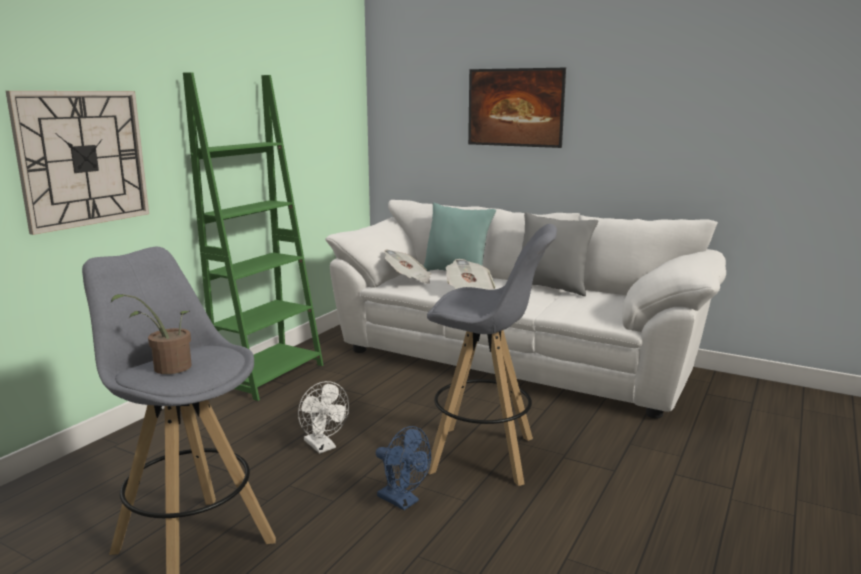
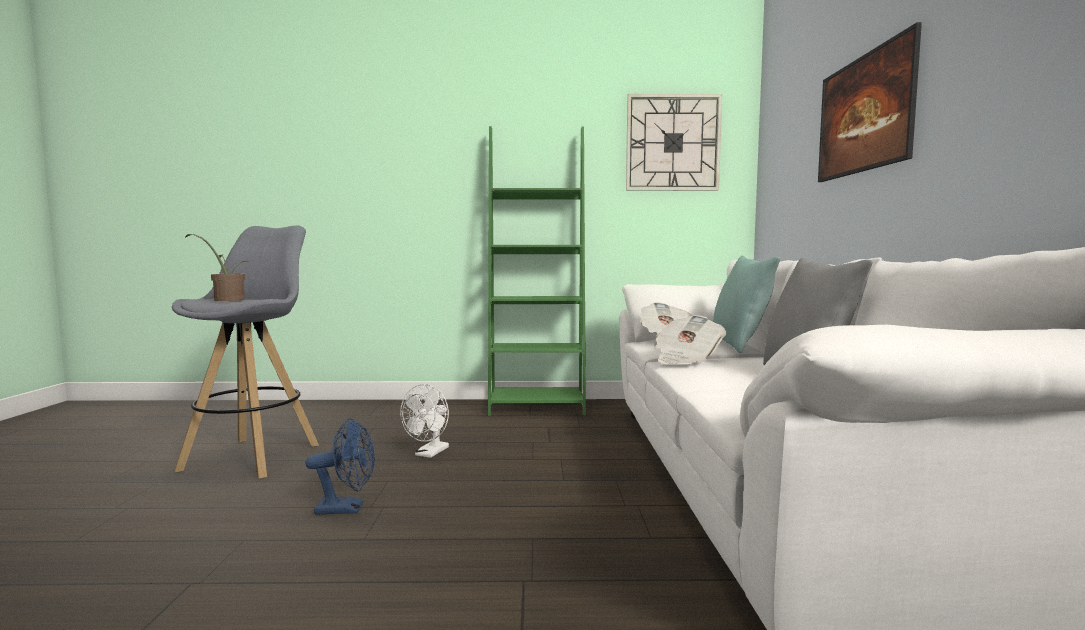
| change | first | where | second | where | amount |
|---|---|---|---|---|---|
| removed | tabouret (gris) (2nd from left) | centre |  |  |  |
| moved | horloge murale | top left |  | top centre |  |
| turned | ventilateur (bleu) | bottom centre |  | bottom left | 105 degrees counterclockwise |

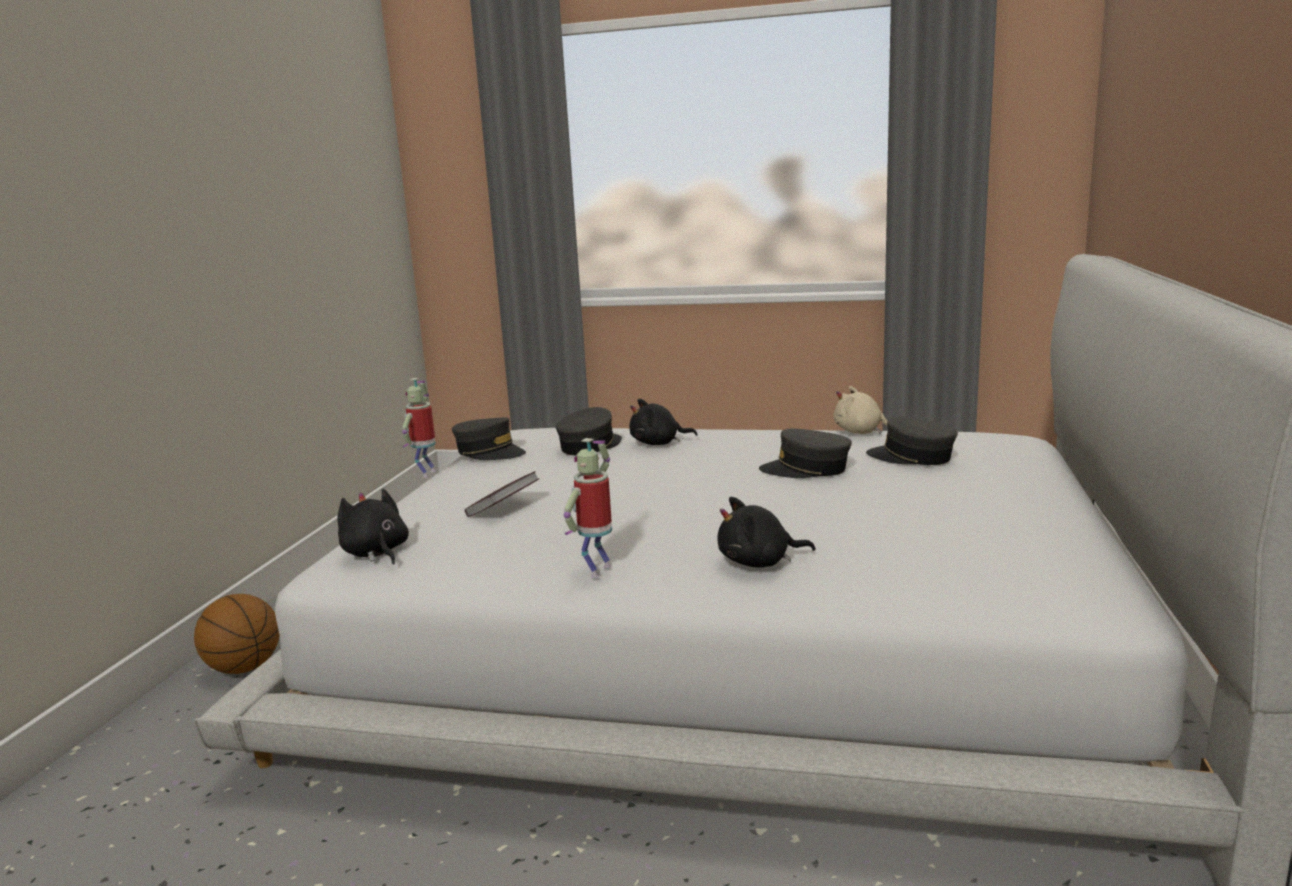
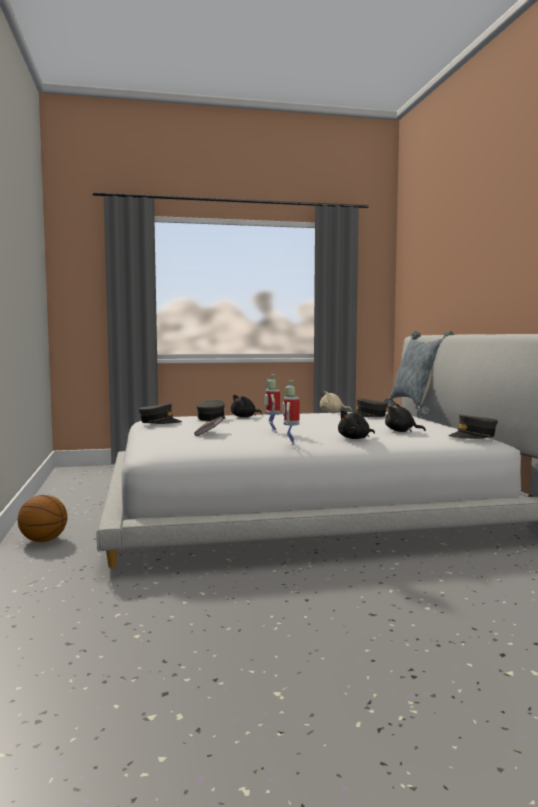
| change | first | where | second | where | amount |
|---|---|---|---|---|---|
| added |  |  | coussin | middle right |  |
| moved | peluche (noir) (1st from left in the first image) | middle left | peluche (noir) (3rd from left) | middle right |  |
| moved | robot jouet (1st from left) | middle left |  | centre |  |
| moved | casquette (gris) (3rd from left in the first image) | centre | casquette (gris) (4th from left) | middle right |  |

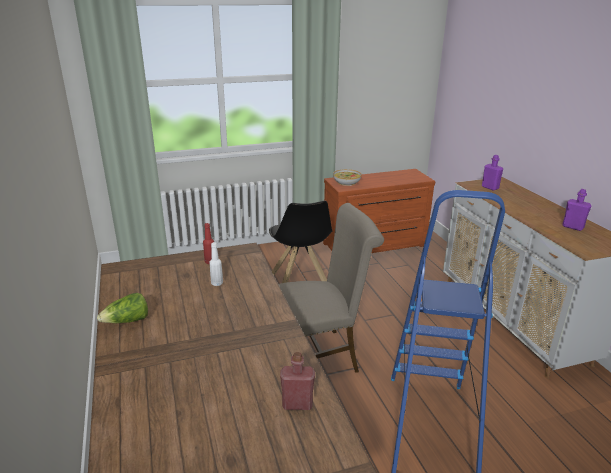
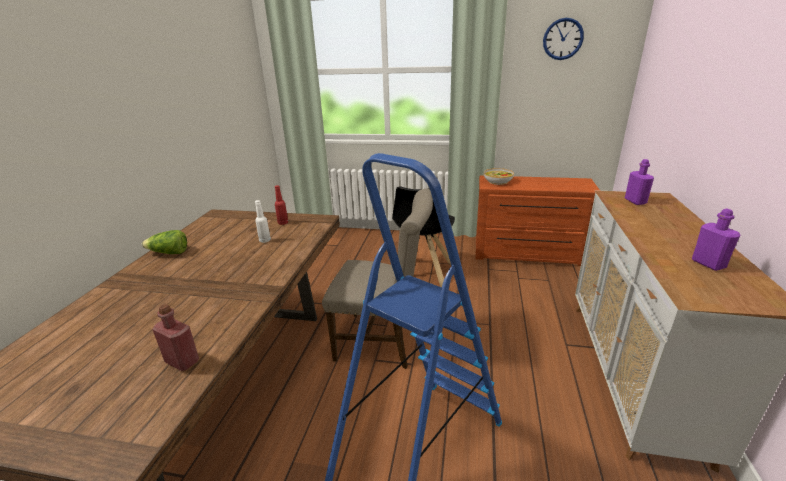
| change | first | where | second | where | amount |
|---|---|---|---|---|---|
| added |  |  | horloge murale | top right |  |

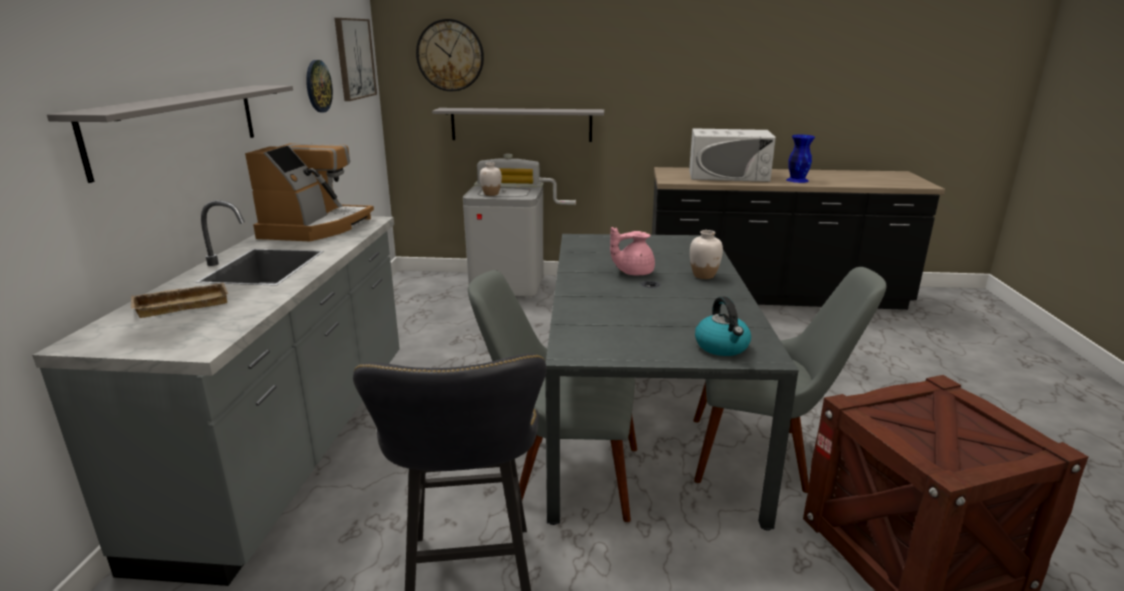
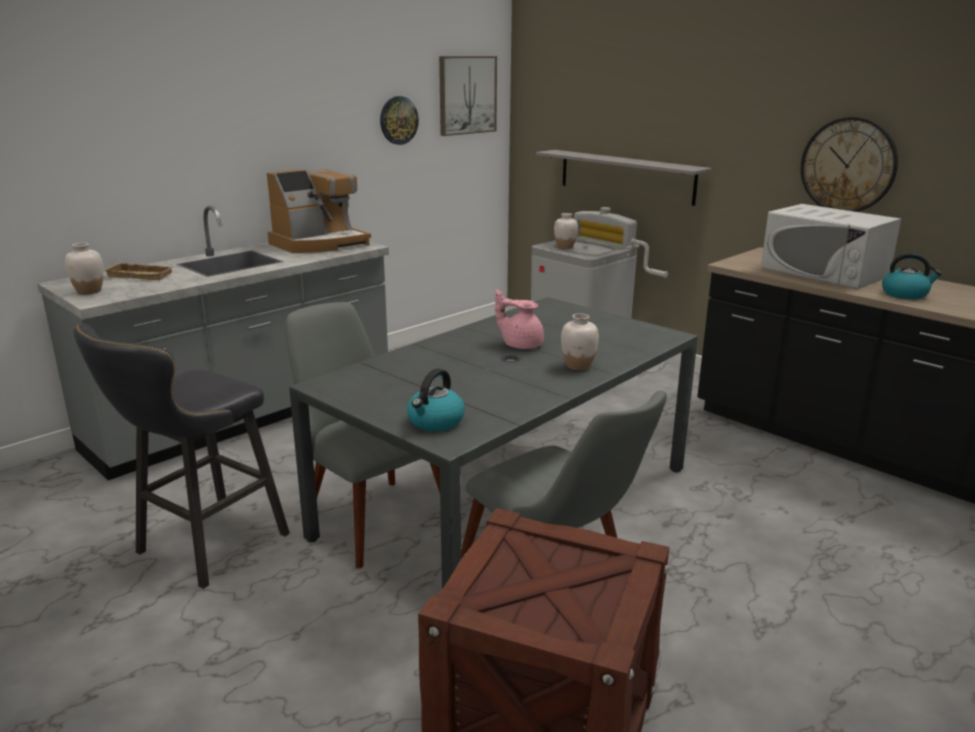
| change | first | where | second | where | amount |
|---|---|---|---|---|---|
| removed | étagère (gris) (1st from left) | top left |  |  |  |
| added |  |  | vase (blanc) (1st from left) | middle left |  |
| moved | horloge murale (2nd from left) | top centre |  | top right |  |
| replaced | vase (bleu) | top right | bouilloire (2nd from left) | middle right |  |

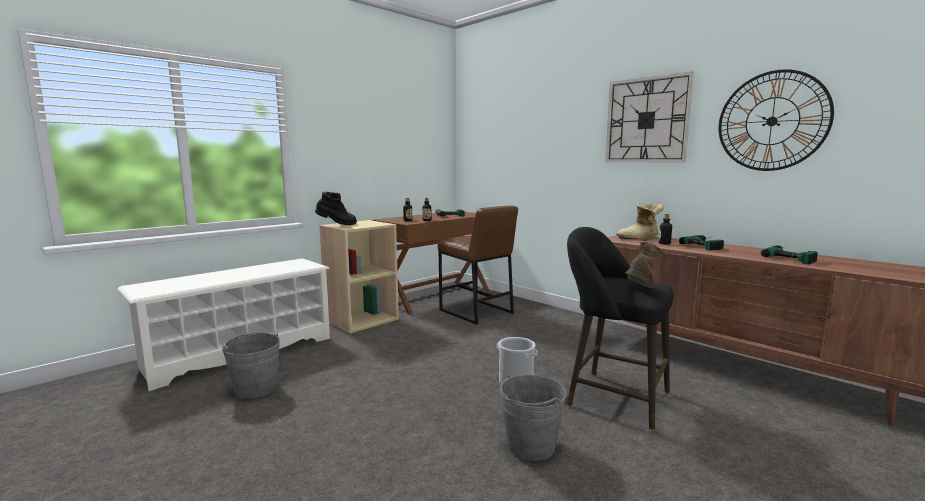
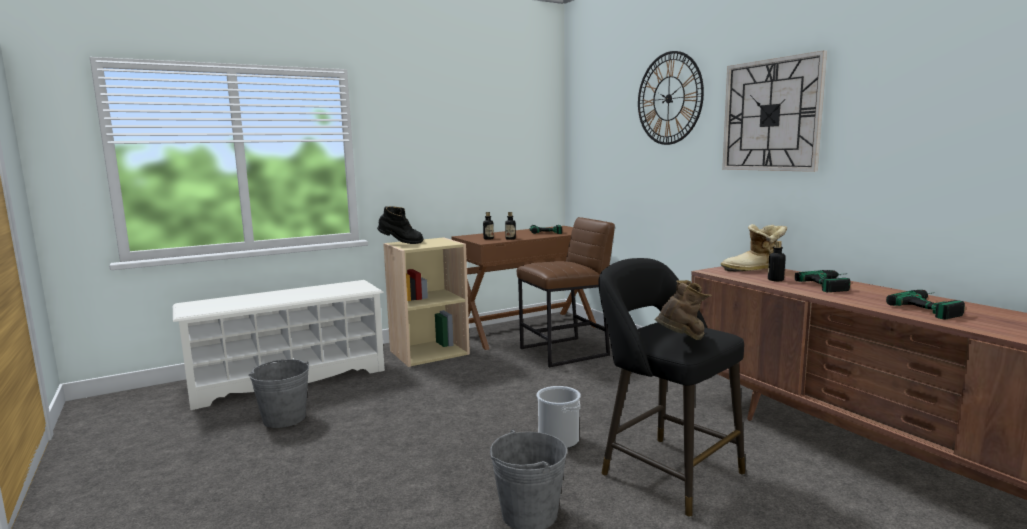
| change | first | where | second | where | amount |
|---|---|---|---|---|---|
| moved | horloge murale (2nd from left in the first image) | top right | horloge murale (1st from left) | top centre |  |
| turned | chaise (marron) | centre |  | centre | 90 degrees counterclockwise |

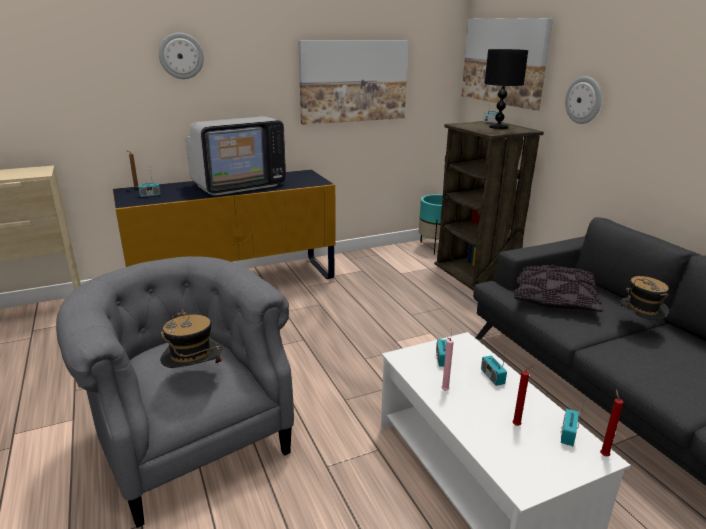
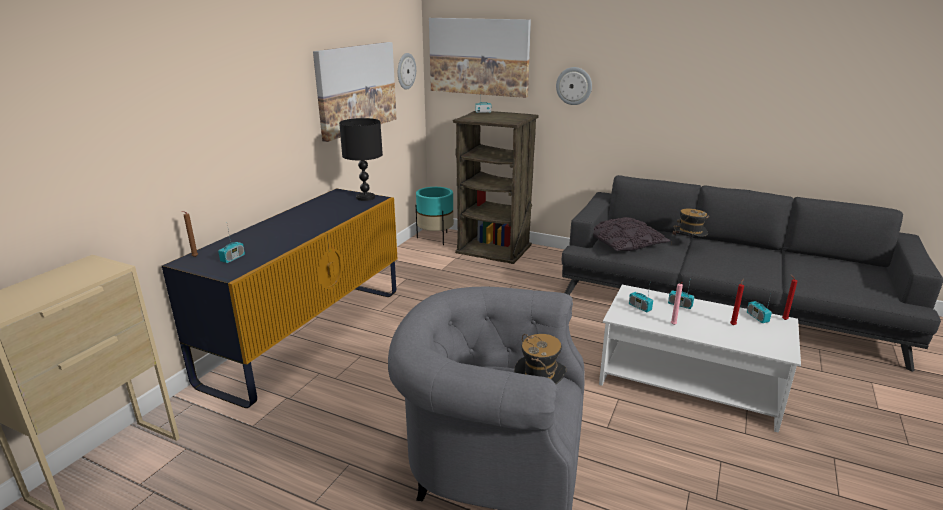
| change | first | where | second | where | amount |
|---|---|---|---|---|---|
| removed | téléviseur | top centre |  |  |  |
| moved | horloge murale (1st from left) | top left |  | top centre |  |
| moved | lampe de table (noir) | top right |  | top centre |  |

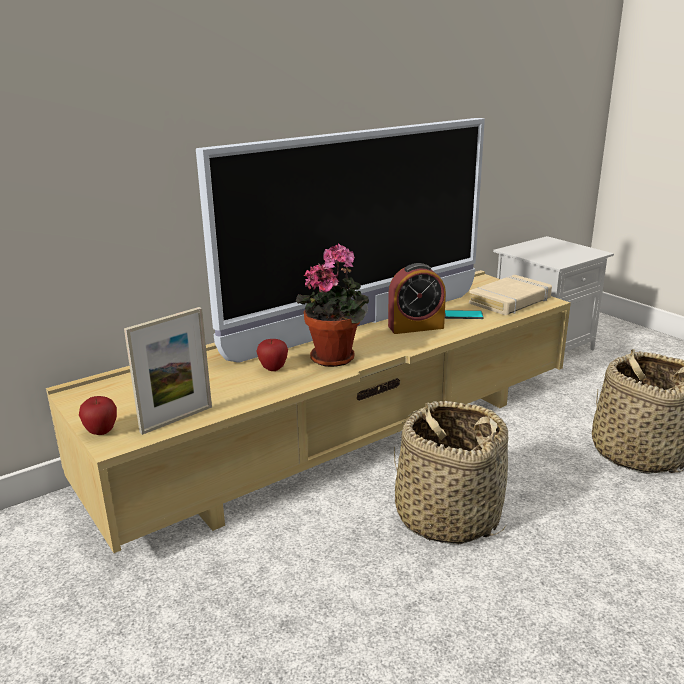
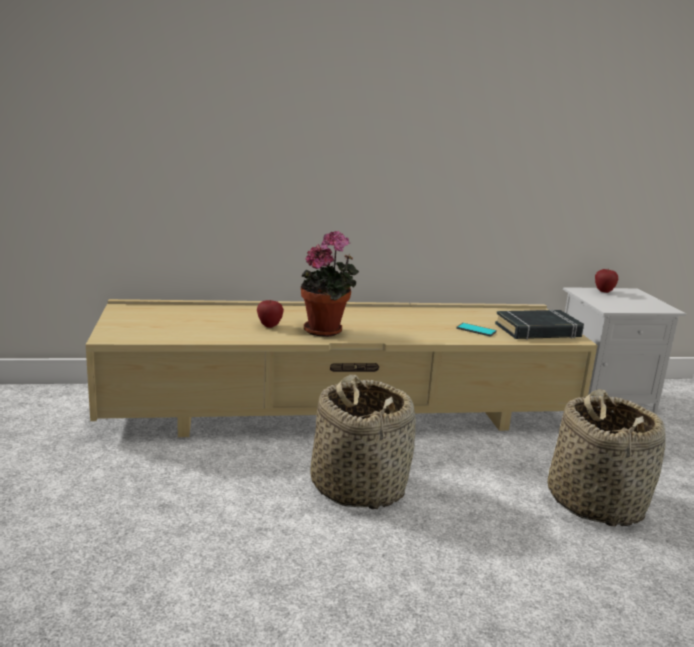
| change | first | where | second | where | amount |
|---|---|---|---|---|---|
| removed | cadre photo | middle left |  |  |  |
| removed | téléviseur | centre |  |  |  |
| removed | réveil | centre |  |  |  |
| moved | pomme (1st from left in the first image) | middle left | pomme (2nd from left) | middle right |  |
| recoloured | livre (beige) | middle right | livre (noir) | middle right |  |

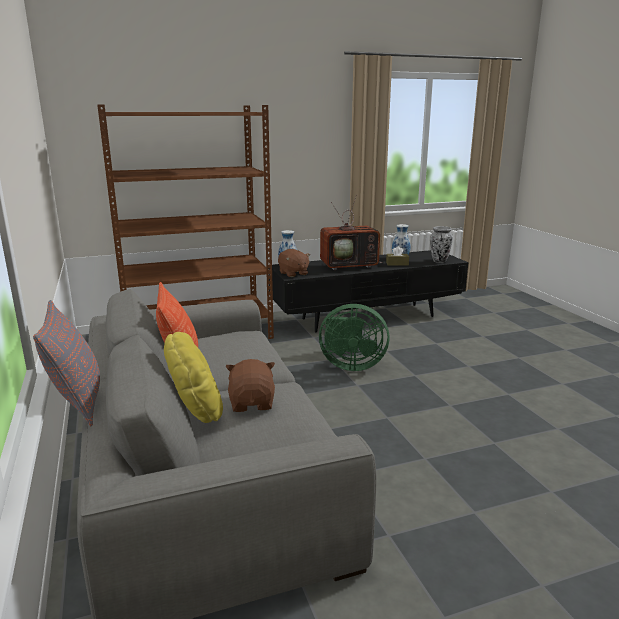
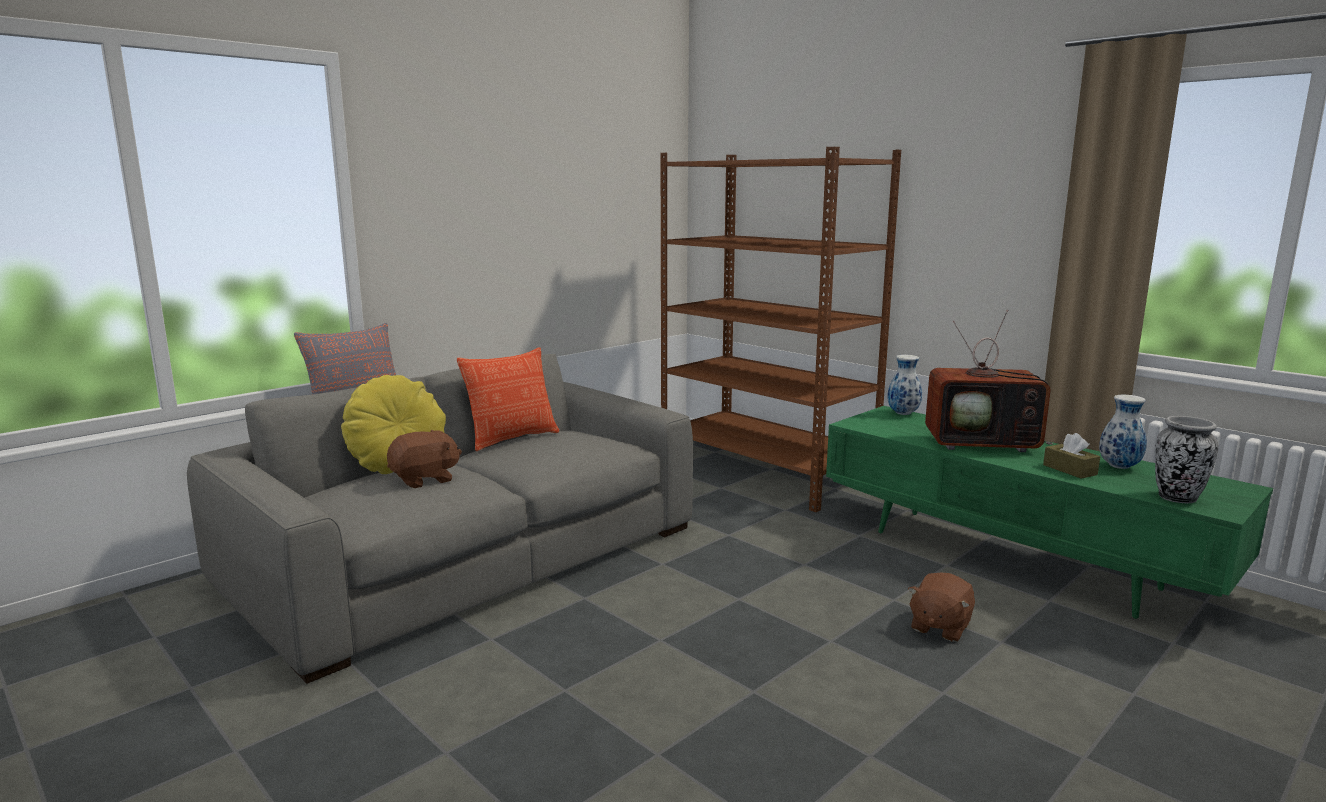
| change | first | where | second | where | amount |
|---|---|---|---|---|---|
| removed | ventilateur (vert) | centre |  |  |  |
| moved | peluche (marron) (2nd from left) | centre |  | bottom right |  |
| recoloured | meuble télé (noir) | centre | meuble télé (vert) | middle right |  |
| turned | téléviseur | centre |  | middle right | 45 degrees counterclockwise |

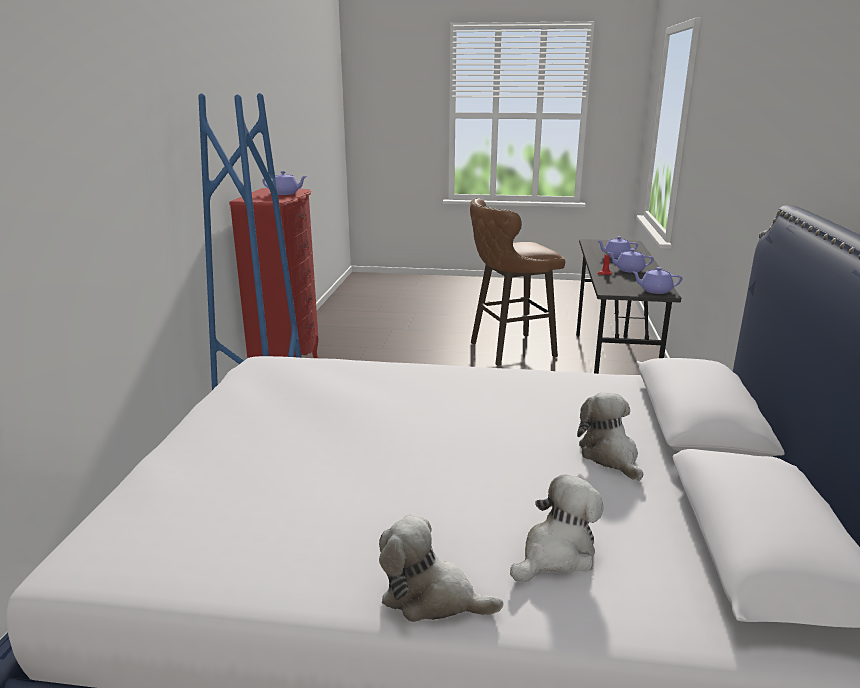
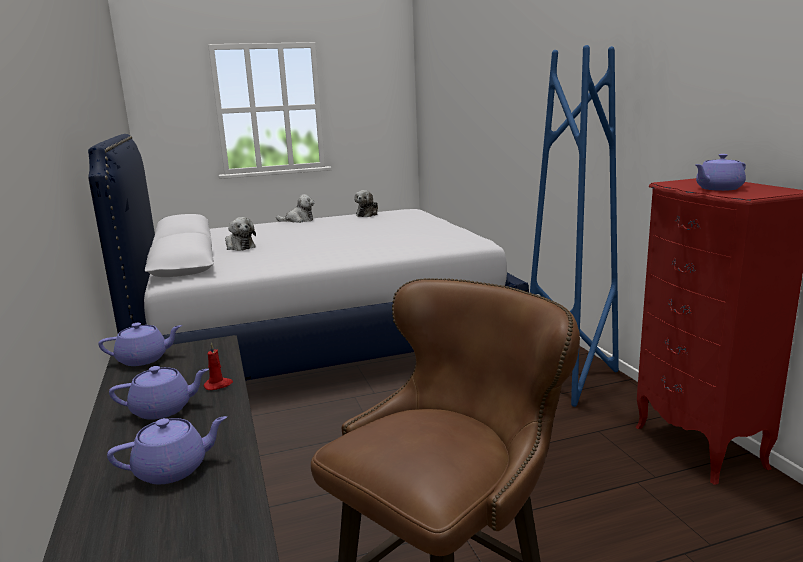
| change | first | where | second | where | amount |
|---|---|---|---|---|---|
| moved | peluche (2nd from left in the first image) | bottom centre | peluche (3rd from left) | centre |  |

